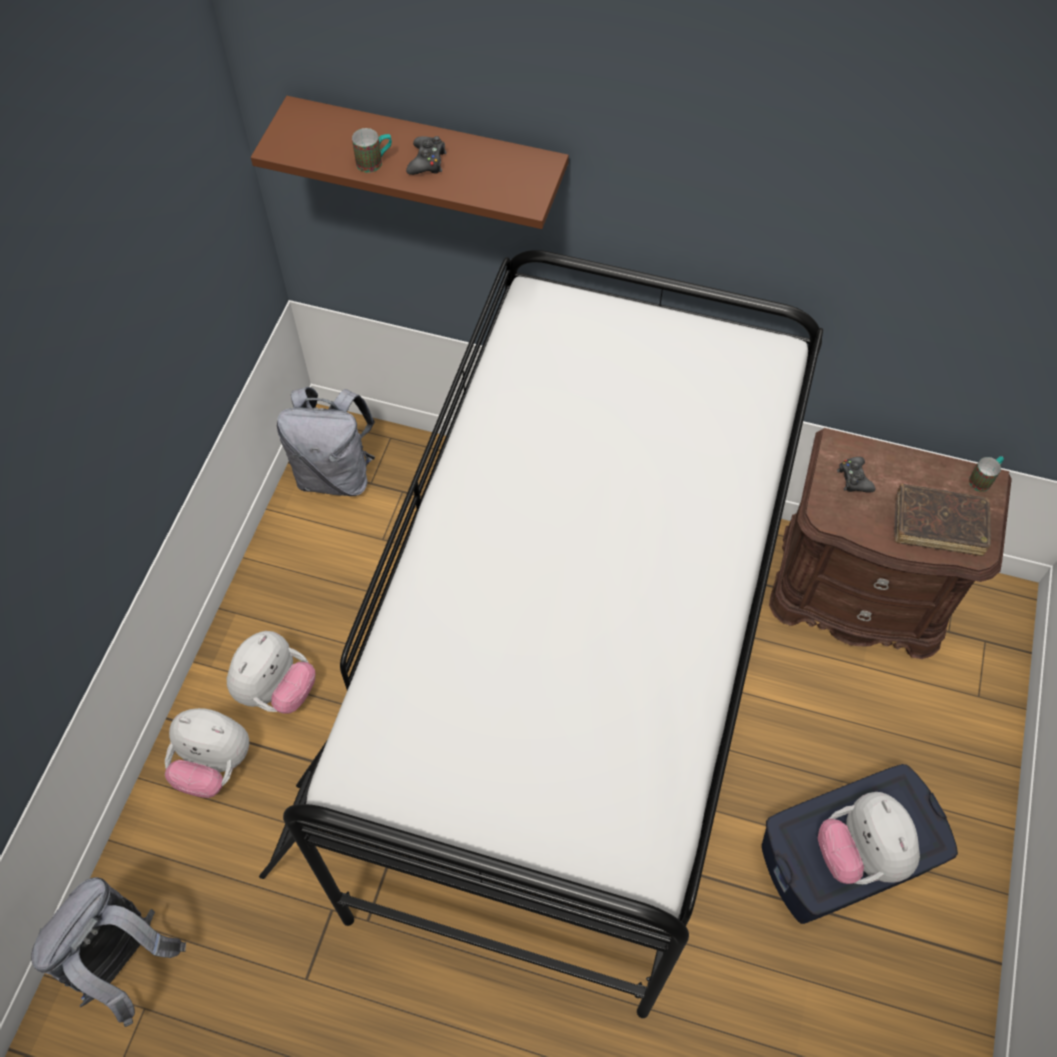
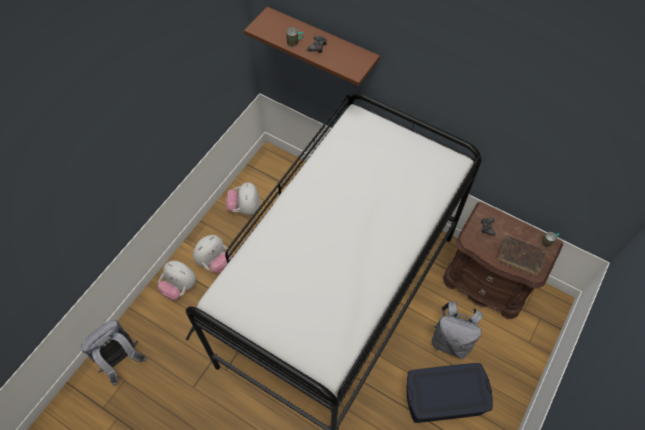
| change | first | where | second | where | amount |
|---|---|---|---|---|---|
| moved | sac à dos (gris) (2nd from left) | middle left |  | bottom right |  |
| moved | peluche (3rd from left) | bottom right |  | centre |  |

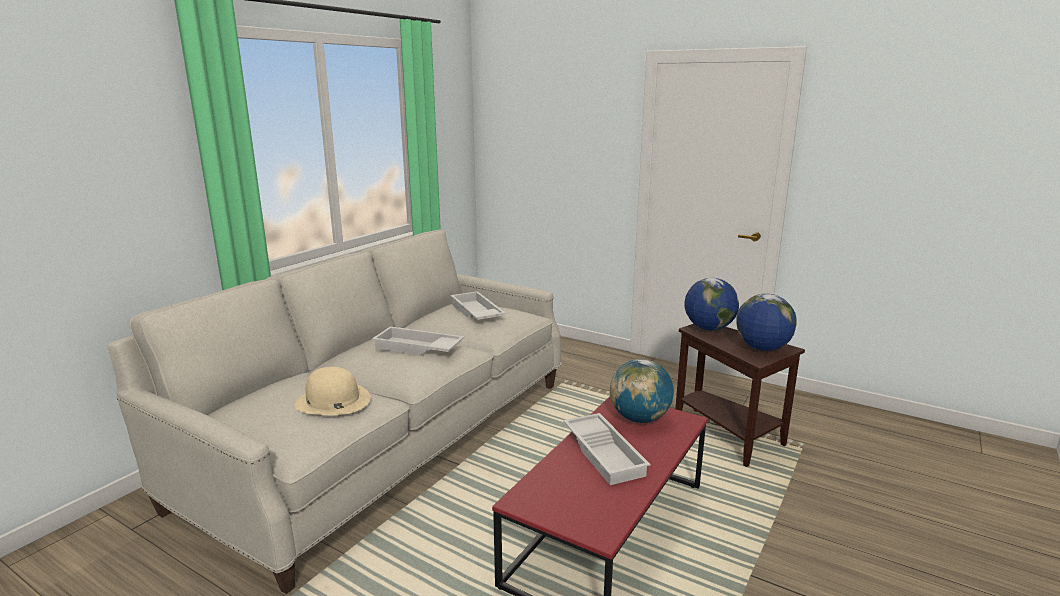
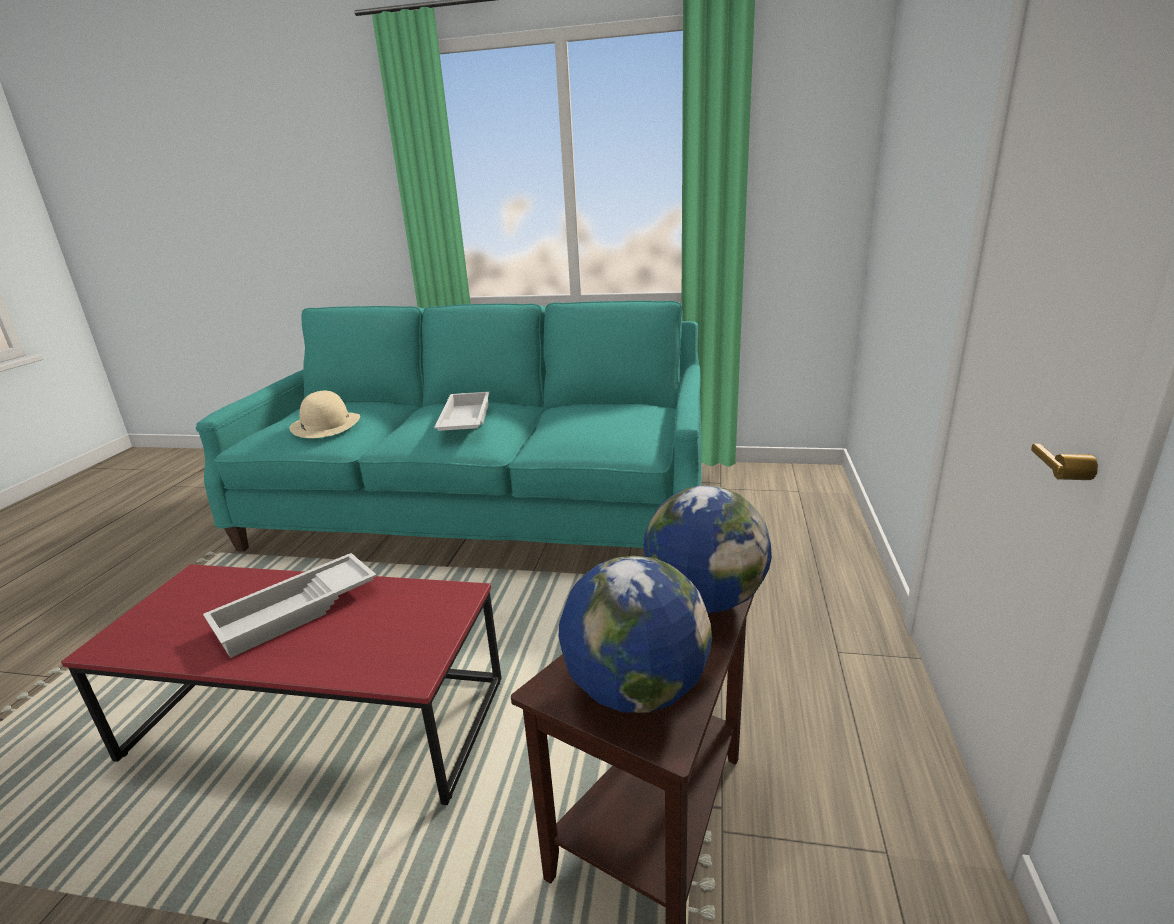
| change | first | where | second | where | amount |
|---|---|---|---|---|---|
| removed | plateau (blanc) (2nd from left) | centre |  |  |  |
| removed | globe (1st from left) | centre |  |  |  |
| recoloured | canapé (blanc) | bottom left | canapé (turquoise) | centre |  |

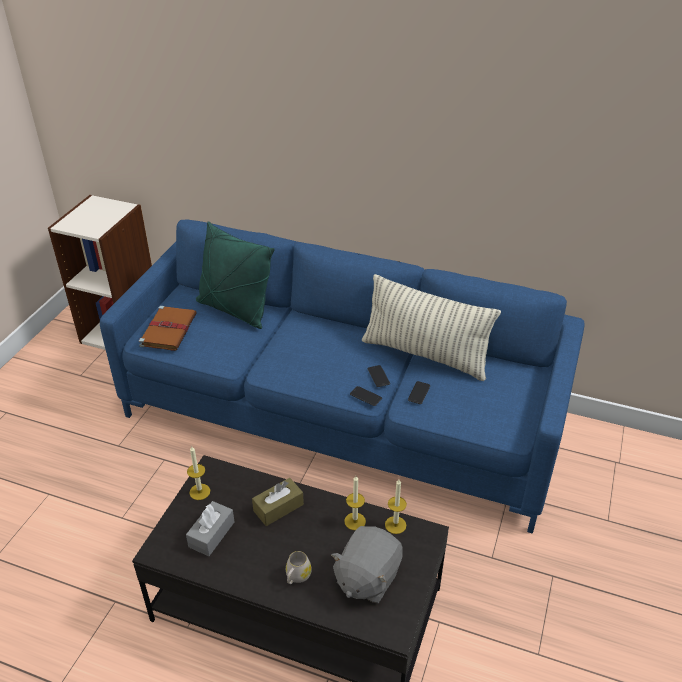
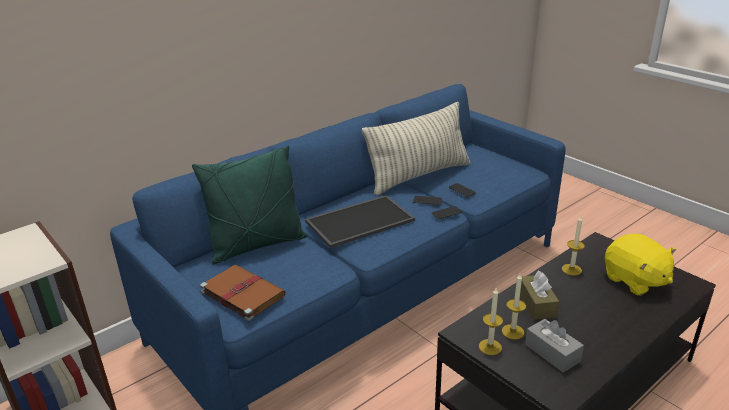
| change | first | where | second | where | amount |
|---|---|---|---|---|---|
| removed | mug (blanc) | bottom centre |  |  |  |
| added |  |  | plateau | centre |  |
| moved | bougie (3rd from left in the first image) | bottom centre | bougie (2nd from left) | bottom right |  |
| recoloured | peluche (gris) | bottom centre | peluche (jaune) | middle right |  |

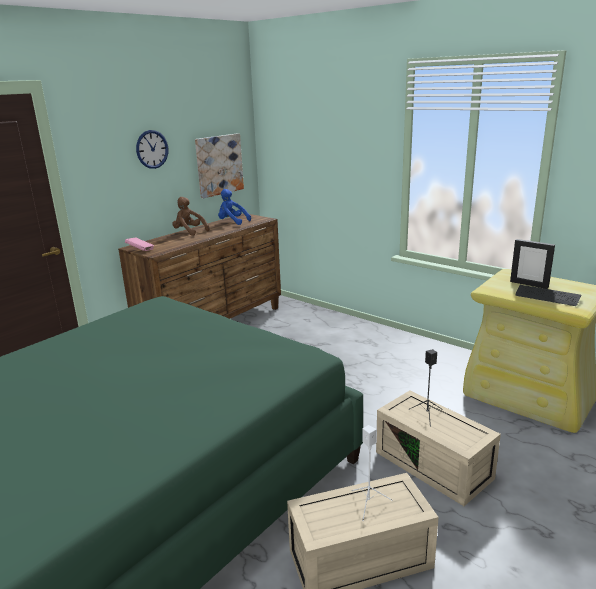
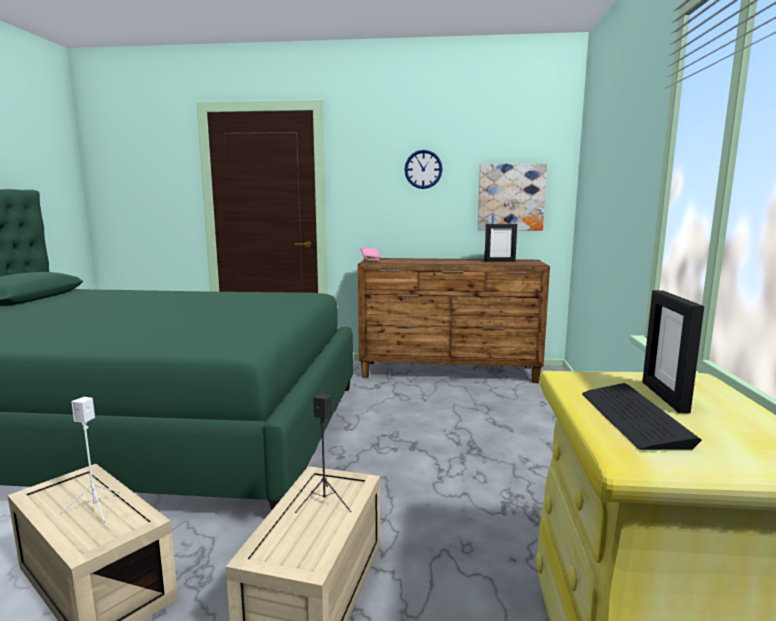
| change | first | where | second | where | amount |
|---|---|---|---|---|---|
| removed | peluche (marron) | middle left |  |  |  |
| replaced | peluche (bleu) | centre | cadre photo (1st from left) | centre |  |

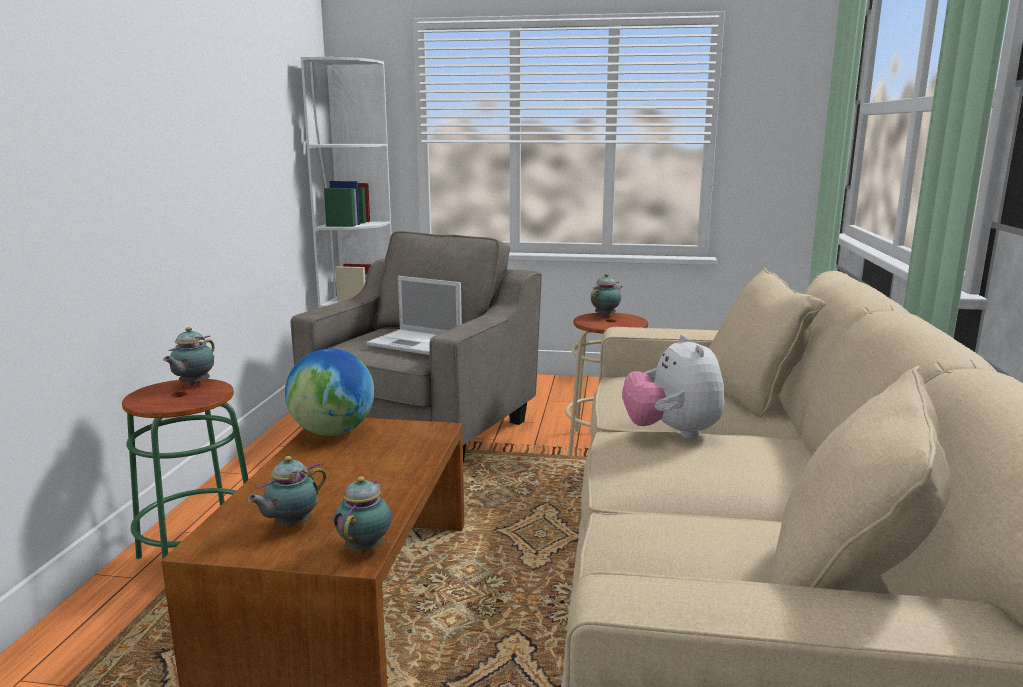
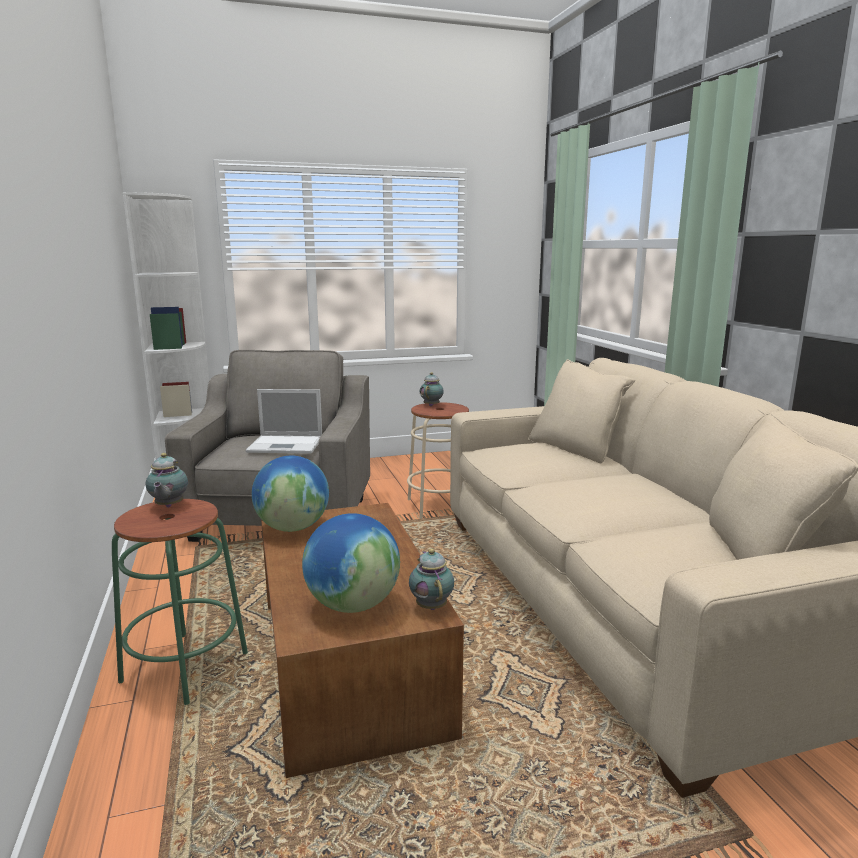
| change | first | where | second | where | amount |
|---|---|---|---|---|---|
| removed | peluche | centre |  |  |  |
| replaced | théière (2nd from left) | bottom left | globe (2nd from left) | centre |  |

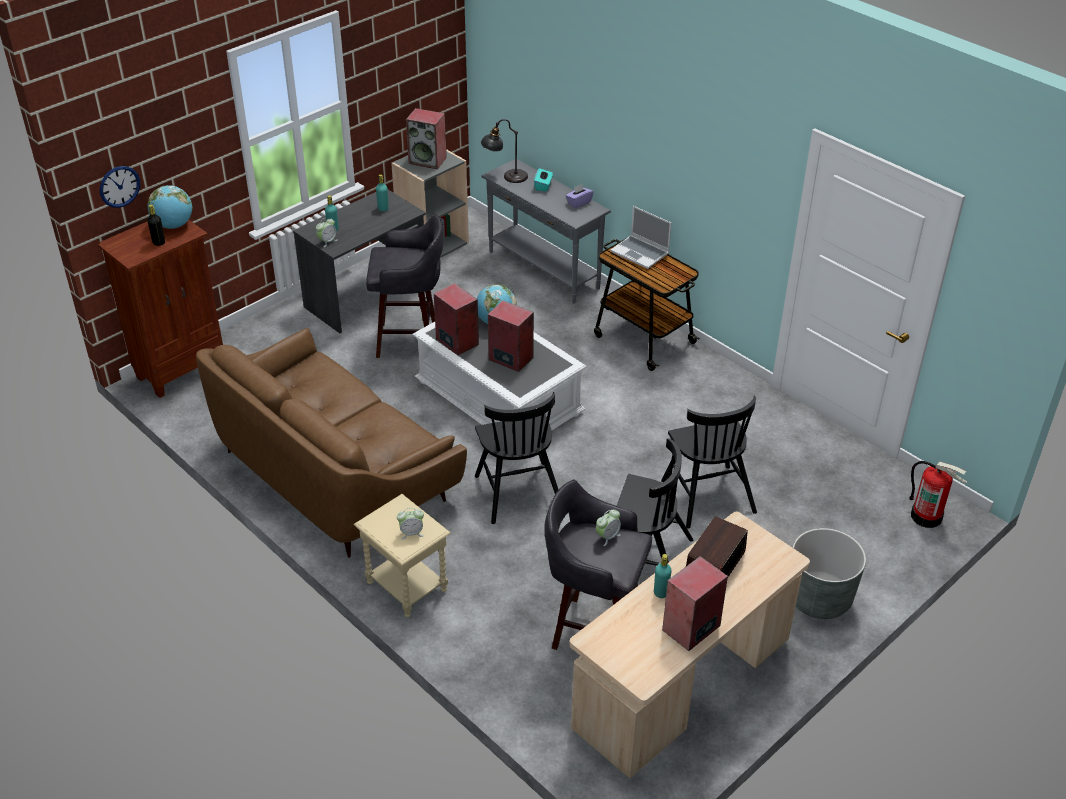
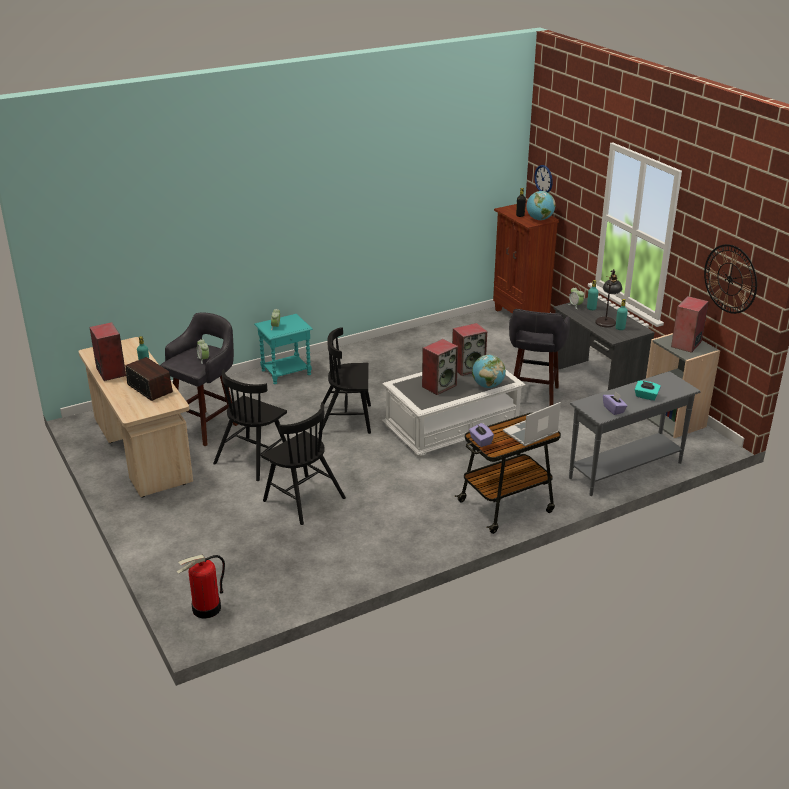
| change | first | where | second | where | amount |
|---|---|---|---|---|---|
| removed | canapé (marron) | middle left |  |  |  |
| removed | cache-pot (gris) | bottom right |  |  |  |
| added |  |  | boîte à mouchoirs (violet) (1st from left) | centre |  |
| added |  |  | horloge murale (2nd from left) | middle right |  |
| moved | lampe de table (gris) | top centre |  | middle right |  |
| recoloured | table d'appoint (beige) | bottom centre | table d'appoint (turquoise) | centre |  |
| turned | chaise (noir) (3rd from left in the first image) | centre | chaise (noir) (2nd from left) | centre | 135 degrees counterclockwise |

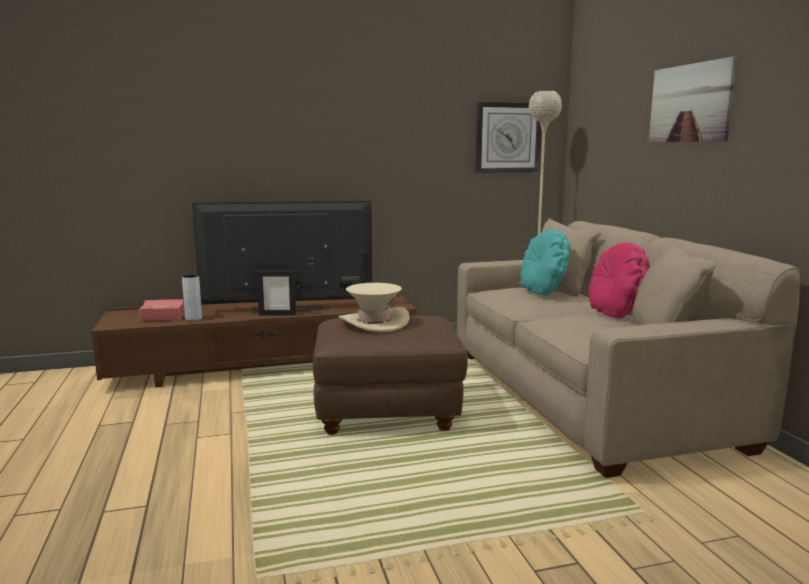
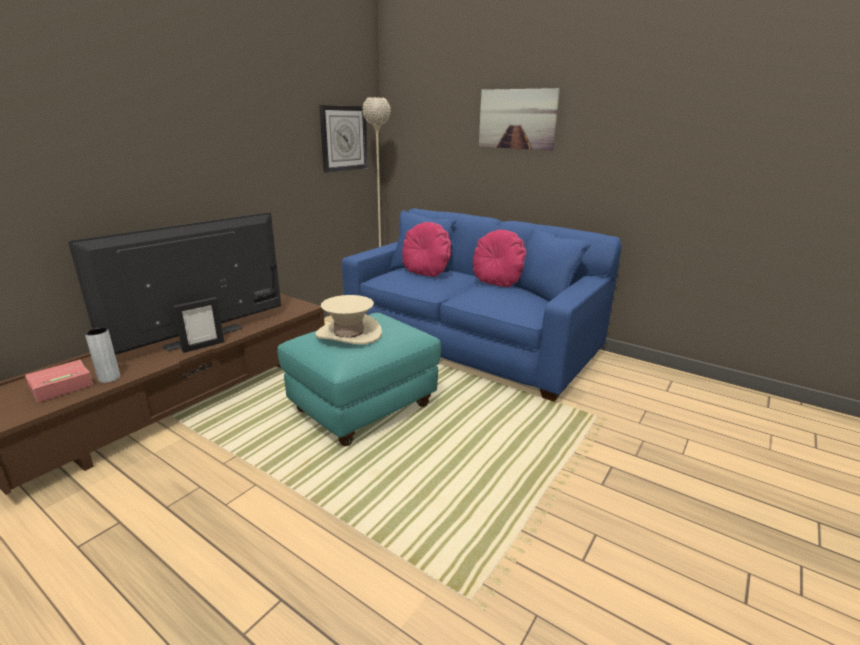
| change | first | where | second | where | amount |
|---|---|---|---|---|---|
| recoloured | pouf (marron) | centre | pouf (turquoise) | centre |  |
| recoloured | canapé (beige) | middle right | canapé (bleu) | centre |  |
| recoloured | coussin (turquoise) | middle right | coussin (rose) (1st from left) | centre |  |

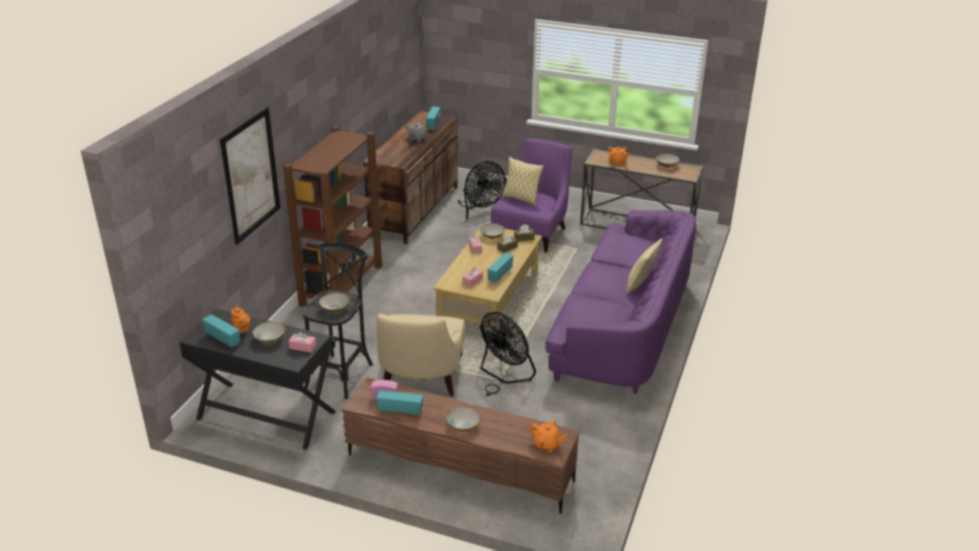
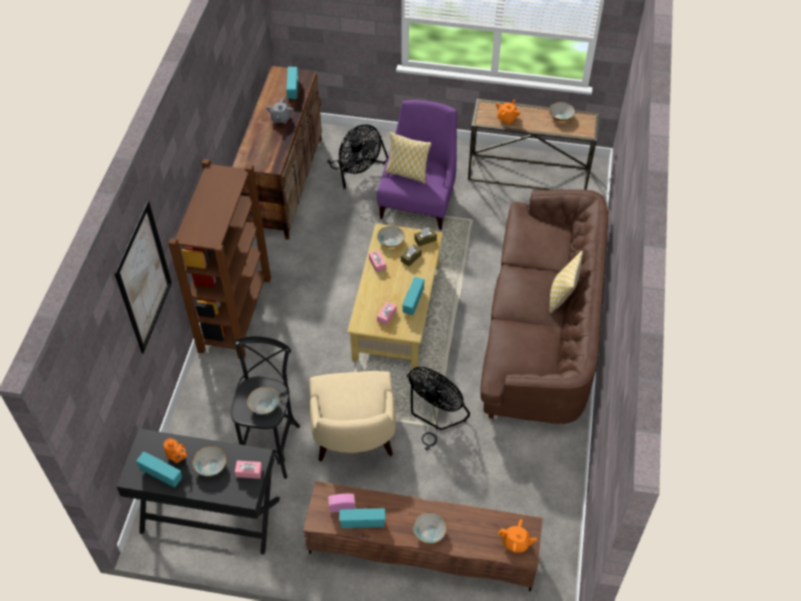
| change | first | where | second | where | amount |
|---|---|---|---|---|---|
| recoloured | canapé (violet) | centre | canapé (marron) | middle right |  |

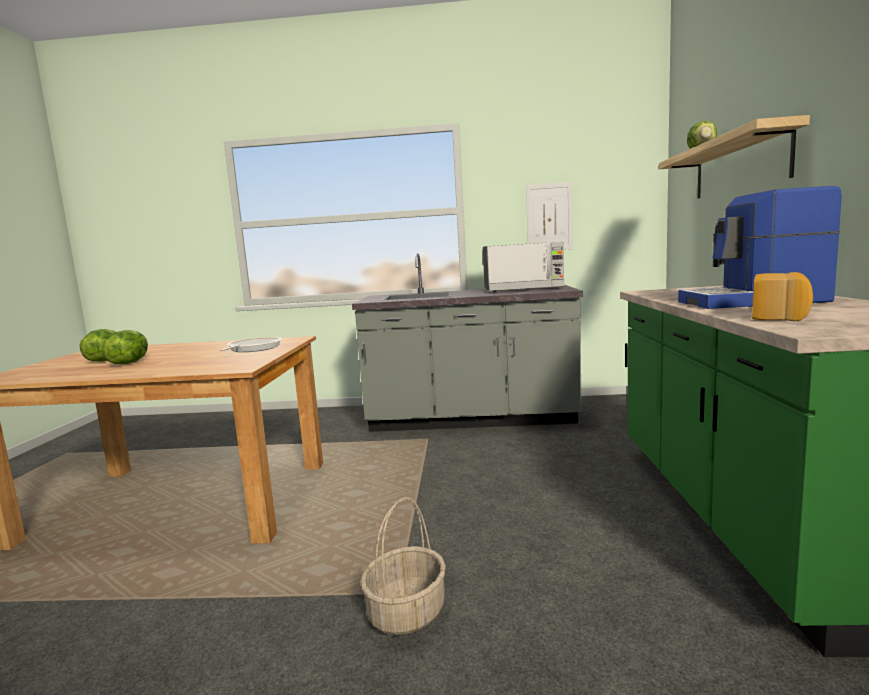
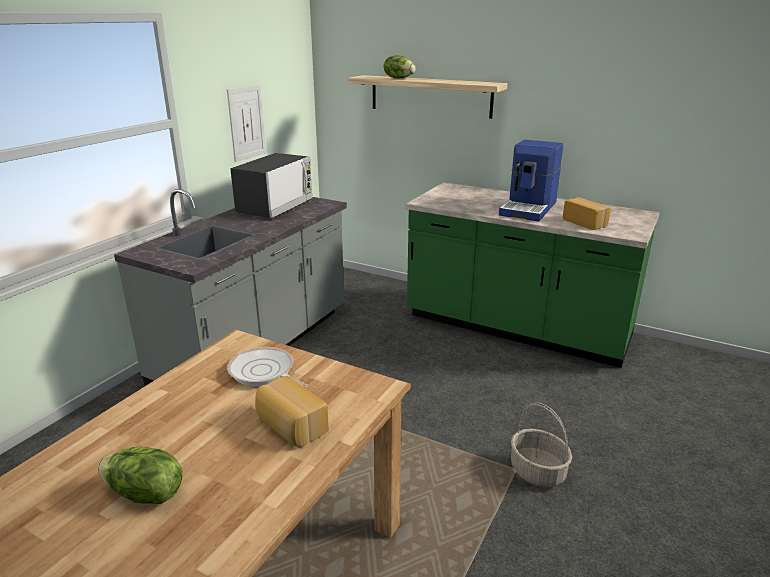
| change | first | where | second | where | amount |
|---|---|---|---|---|---|
| removed | laitue (2nd from left) | middle left |  |  |  |
| added |  |  | pain (1st from left) | bottom centre |  |

